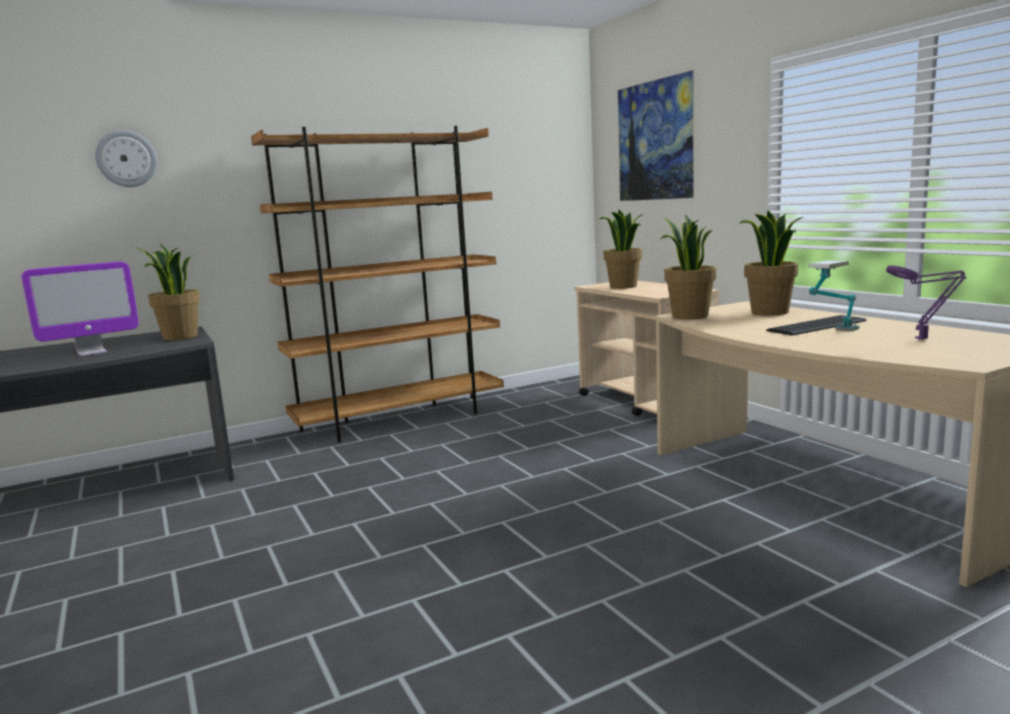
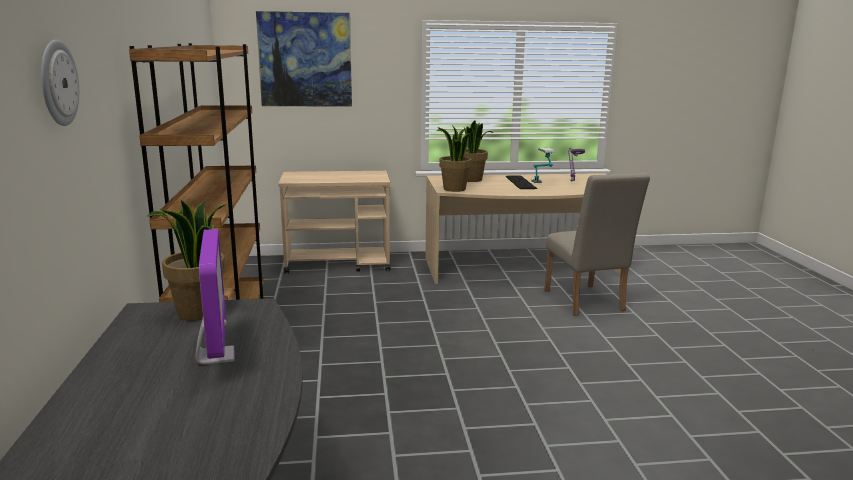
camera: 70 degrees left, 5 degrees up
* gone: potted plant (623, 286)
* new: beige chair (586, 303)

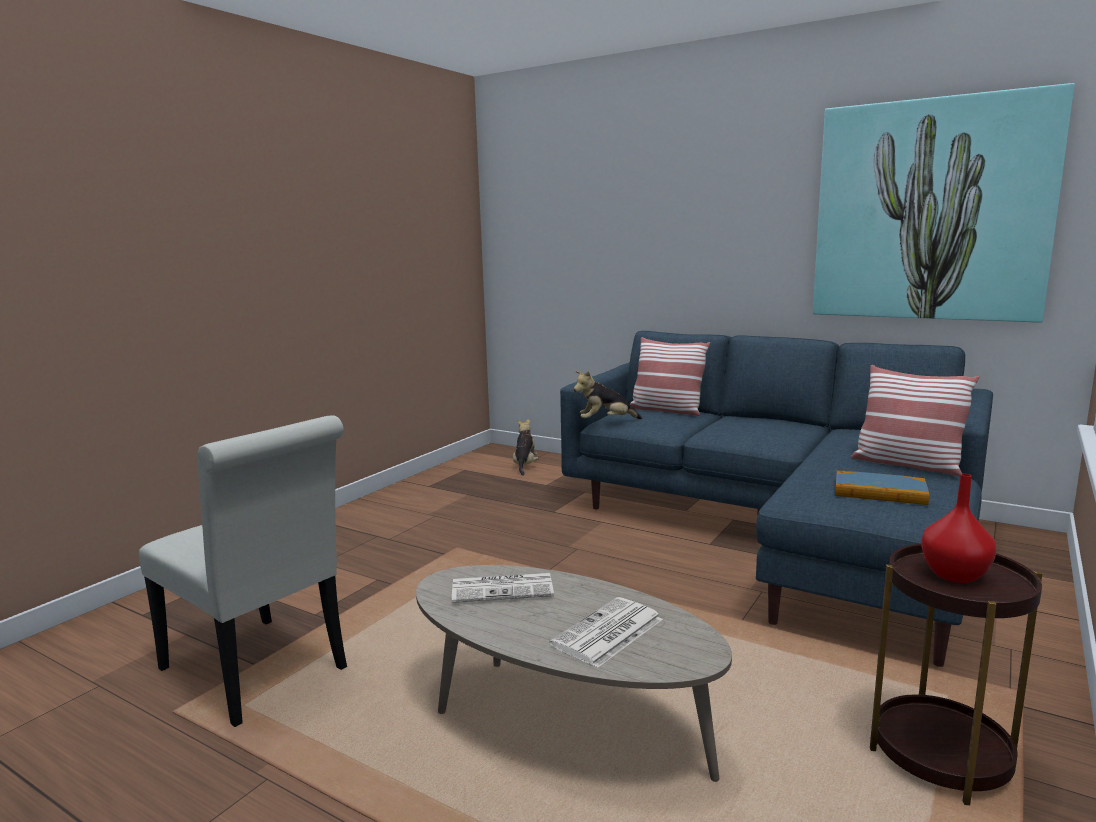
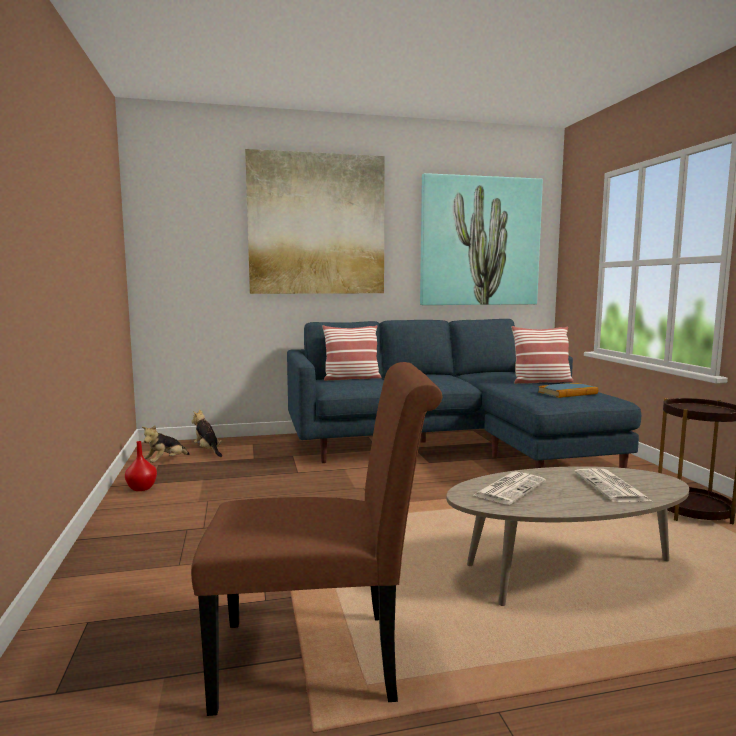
camera: 45 degrees left, 5 degrees down
* shifted: plush toy (605, 422) to (165, 462)
* repainted: white chair (260, 673) to brown chair (321, 659)
* shifted: red vase (955, 575) to (142, 488)
* new: picture (317, 225)

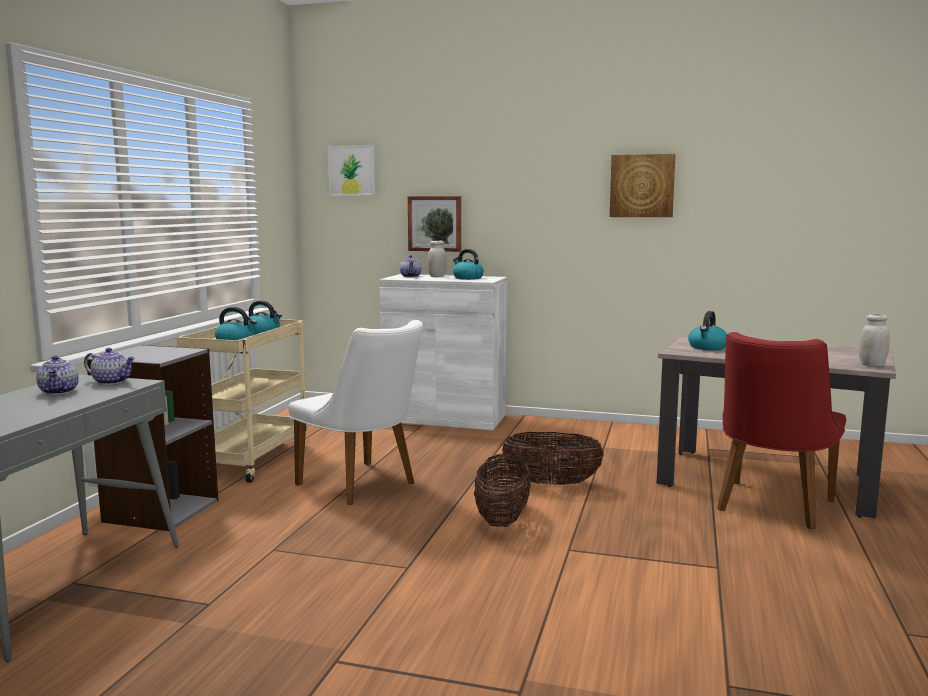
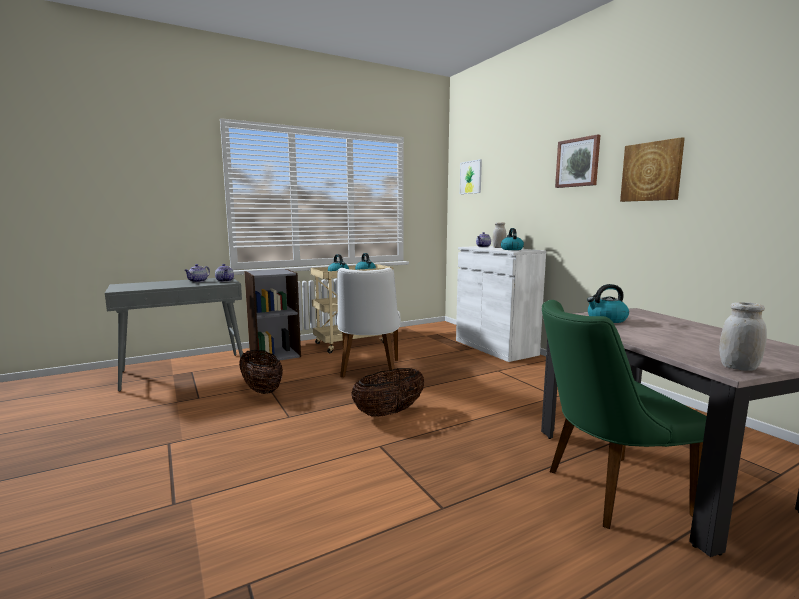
camera: 45 degrees right, 0 degrees up
* shifted: picture (435, 223) to (578, 162)
* repainted: red chair (770, 508) to green chair (604, 491)
* shifted: basket (551, 484) to (262, 390)

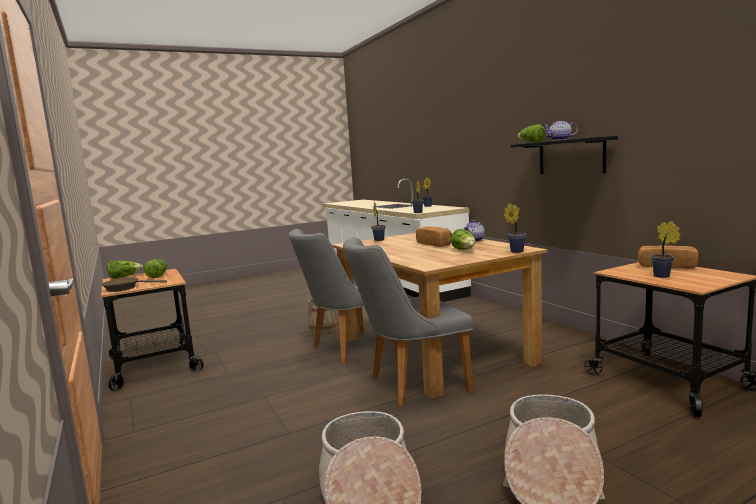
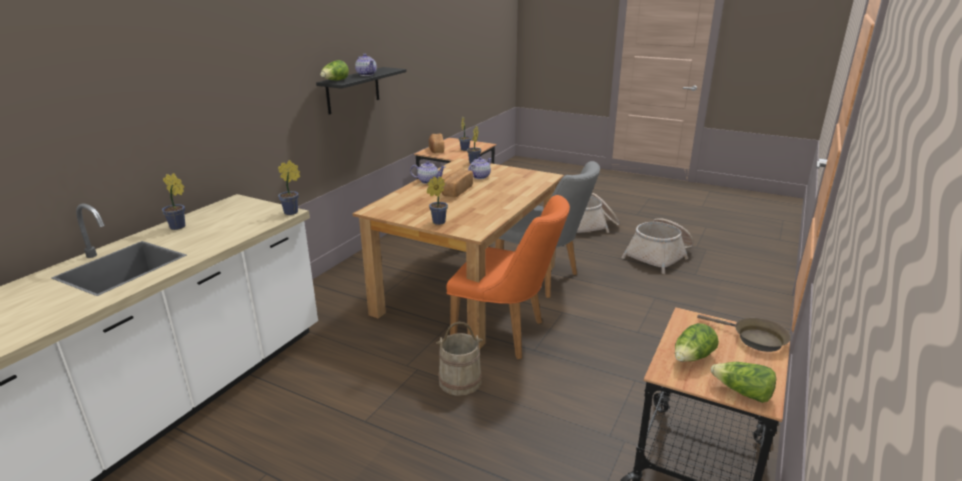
camera: 125 degrees left, 15 degrees up
* repainted: grey chair (346, 349) to orange chair (507, 334)
* swapped: lettuce (464, 250) to teapot (479, 177)

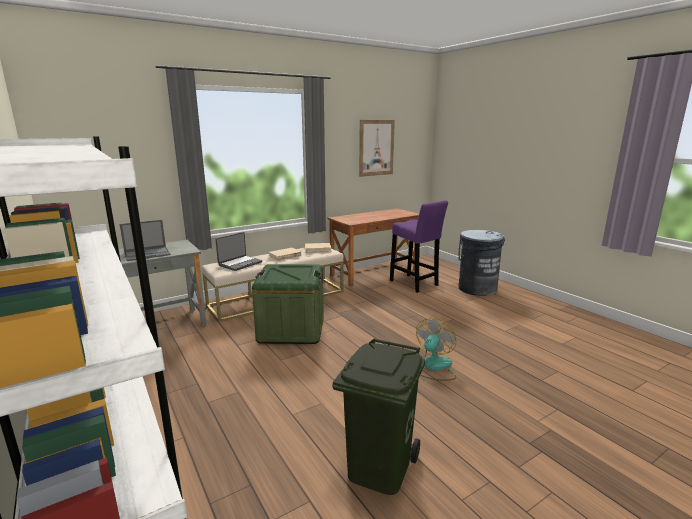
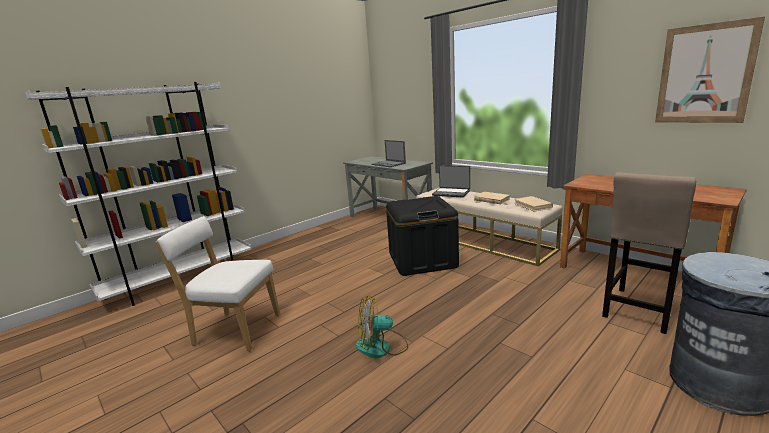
camera: 80 degrees right, 0 degrees up
* repainted: purple stool (415, 284) to beige stool (637, 311)
* repainted: green storage box (291, 329) to black storage box (422, 260)
* rotated: fan (434, 367) = (381, 347) 150 degrees clockwise
* swapped: green trash can (378, 467) to white chair (234, 330)

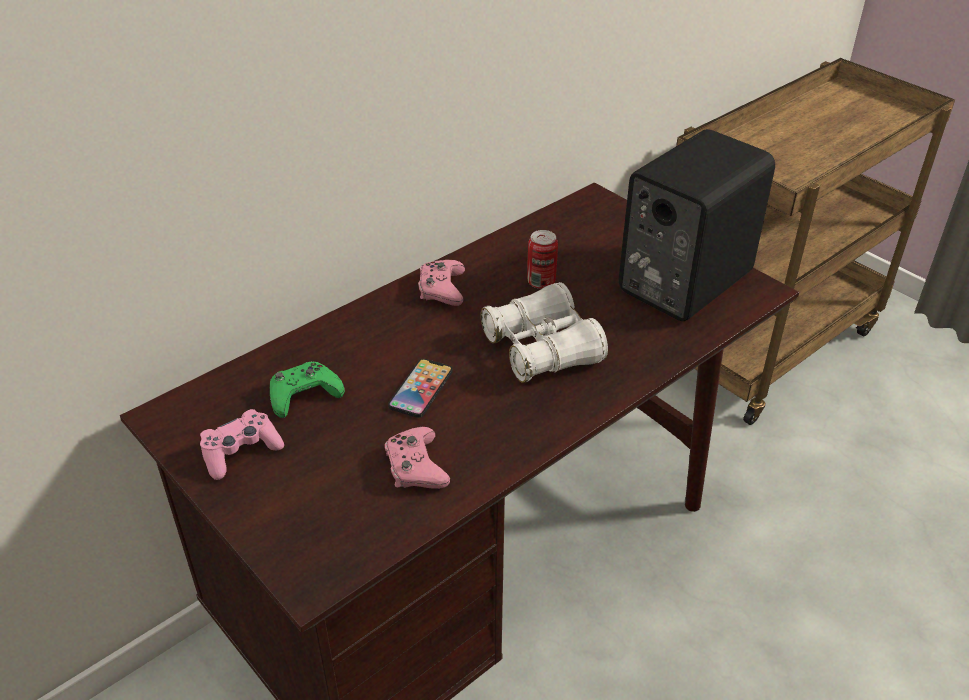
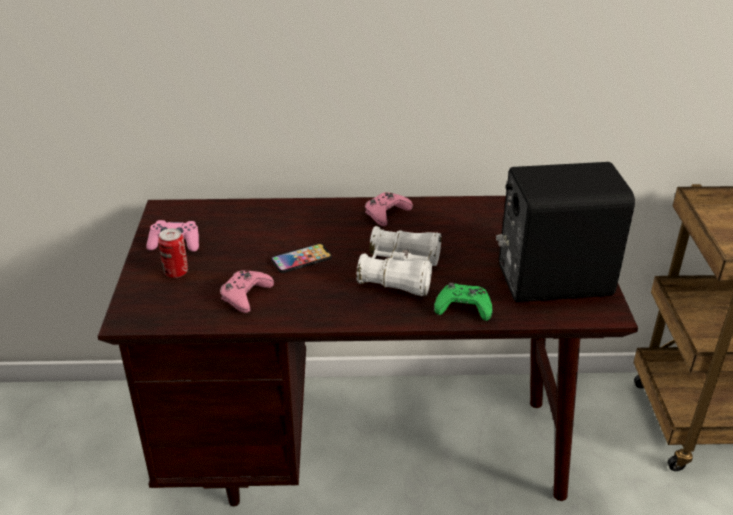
camera: 40 degrees right, 5 degrees down
* shifted: can (541, 282) to (176, 272)
* shifted: green game controller (304, 395) to (463, 307)

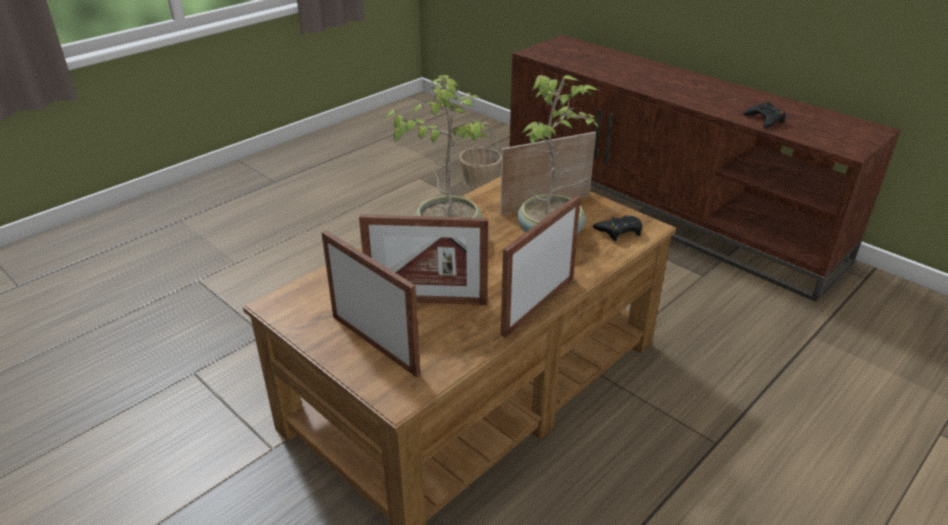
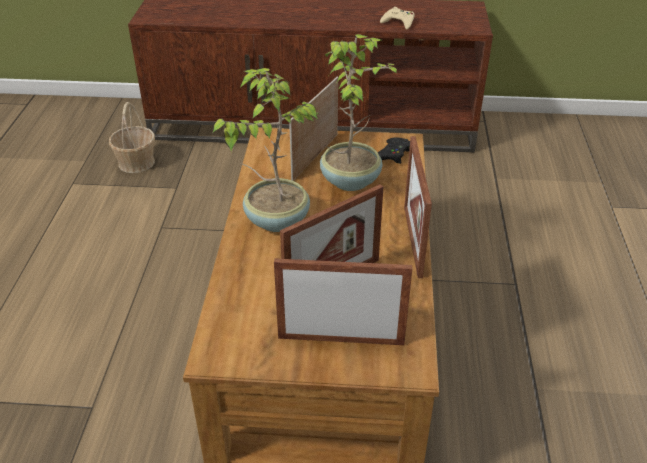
camera: 40 degrees left, 5 degrees up
* repainted: black game controller (764, 120) to beige game controller (398, 22)

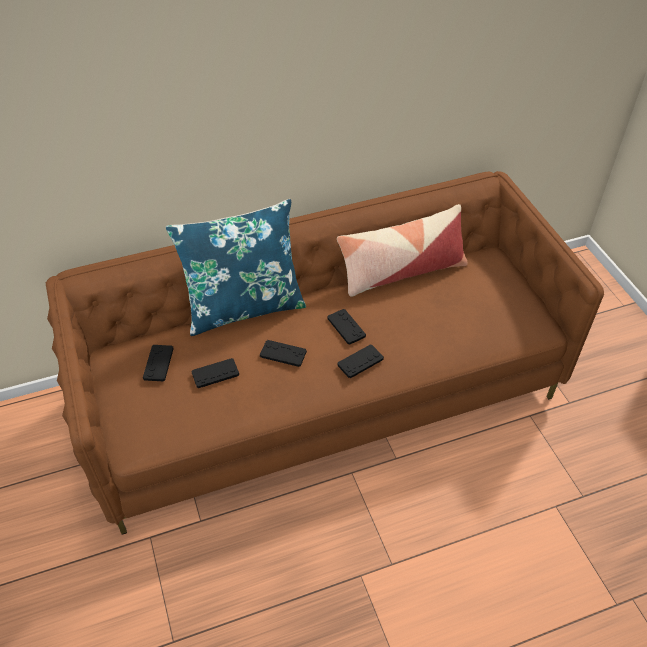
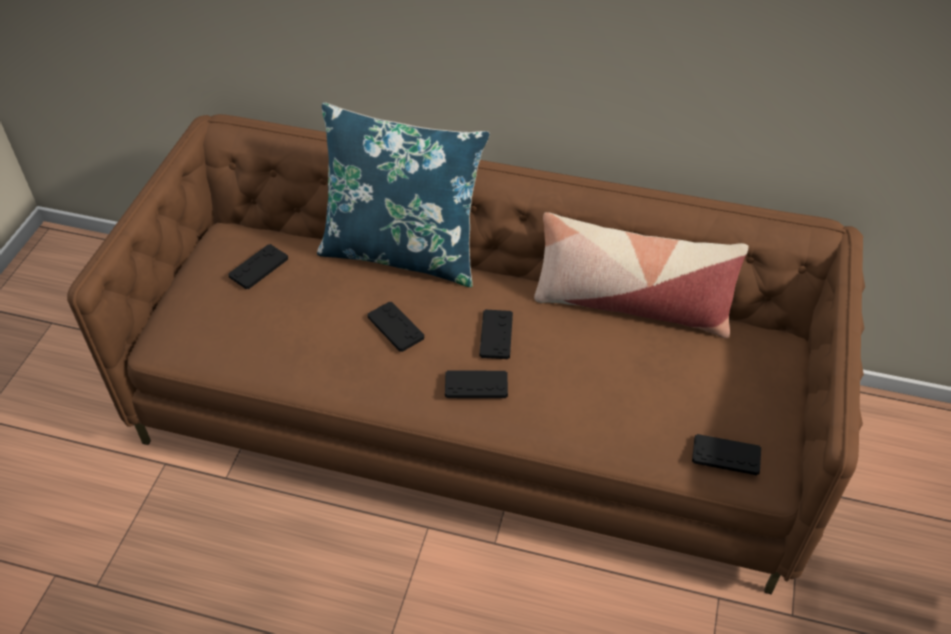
camera: 35 degrees right, 0 degrees up
* shifted: black game controller (215, 374) to (726, 455)

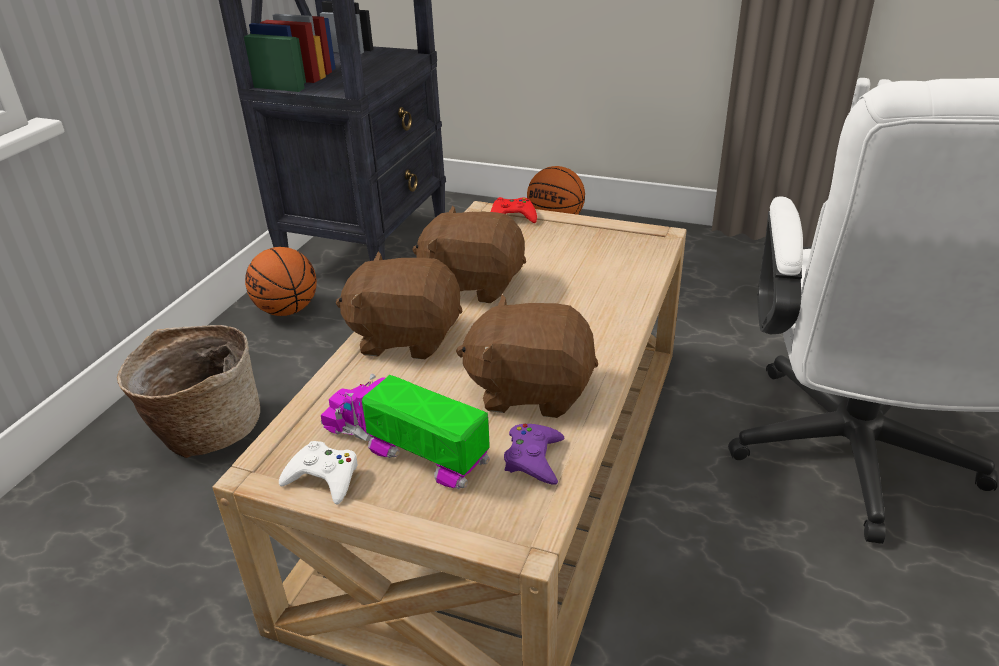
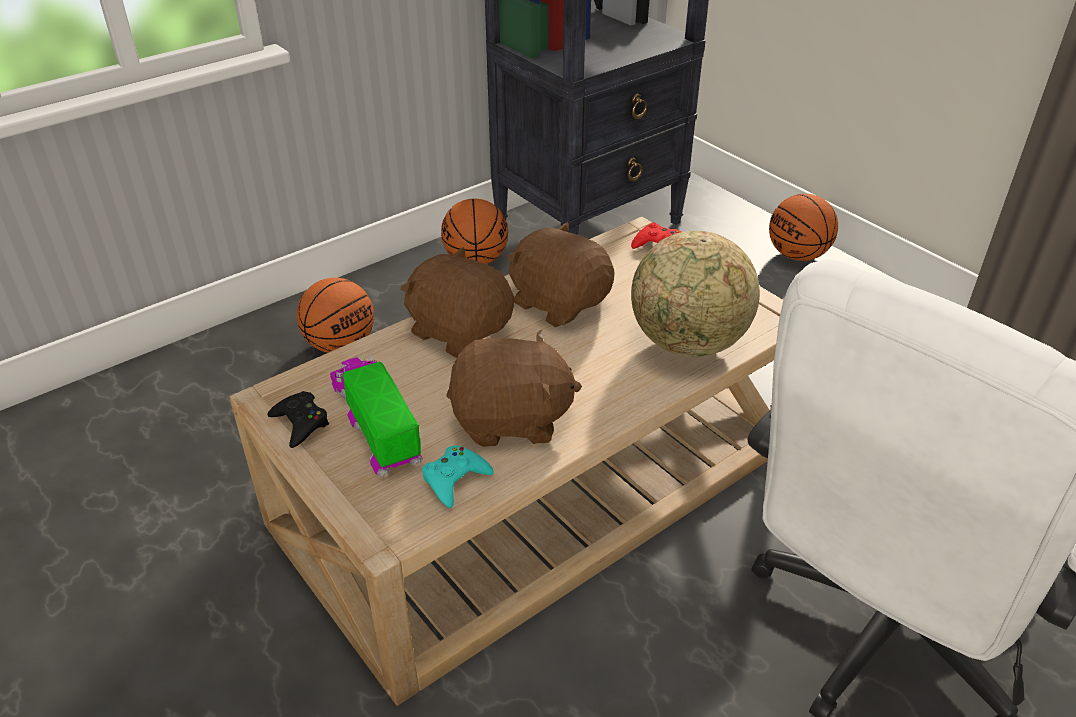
camera: 30 degrees right, 5 degrees up
* rotated: brown plush toy (530, 389) = (511, 420) 135 degrees clockwise
* swapped: basket (205, 430) to basketball (340, 345)
* repainted: purple game controller (534, 458) to turquoise game controller (455, 479)
* repainted: white game controller (324, 477) to black game controller (300, 423)
* new: globe (688, 344)

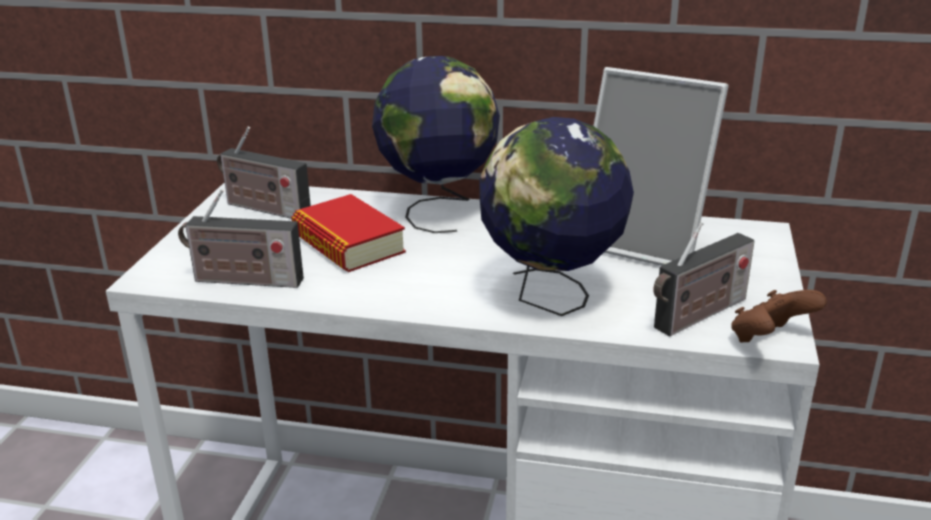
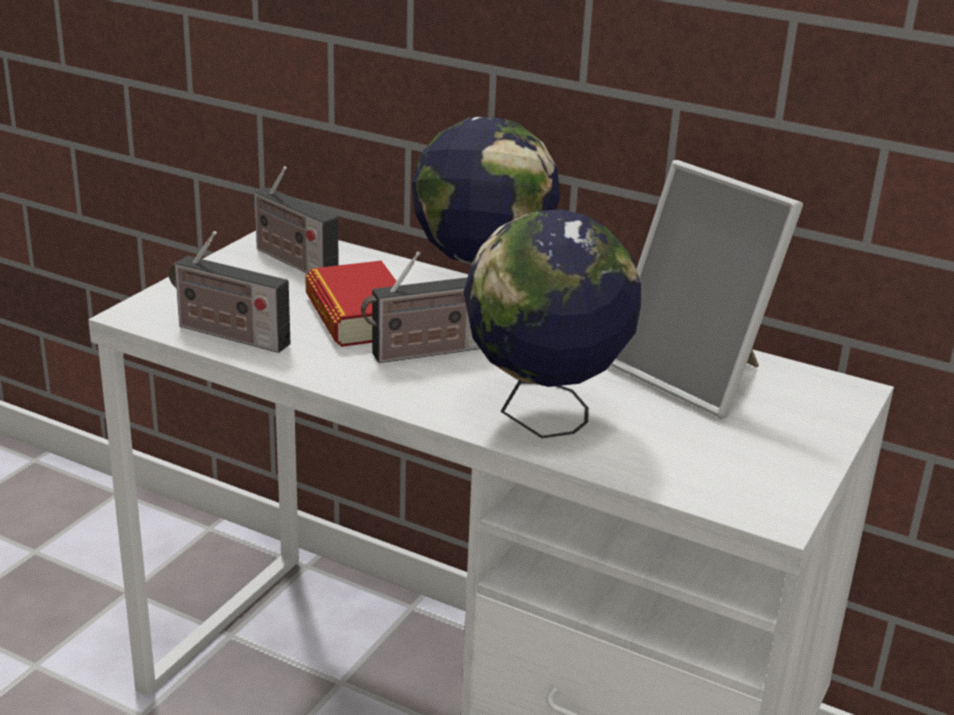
camera: 15 degrees right, 0 degrees up
* shifted: radio (698, 316) to (426, 352)
* gone: brown game controller (769, 340)

